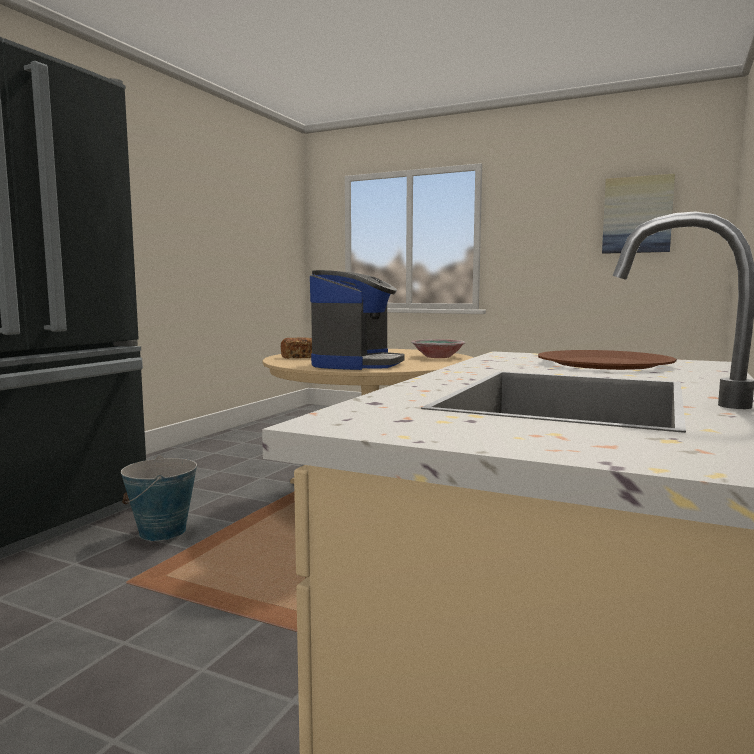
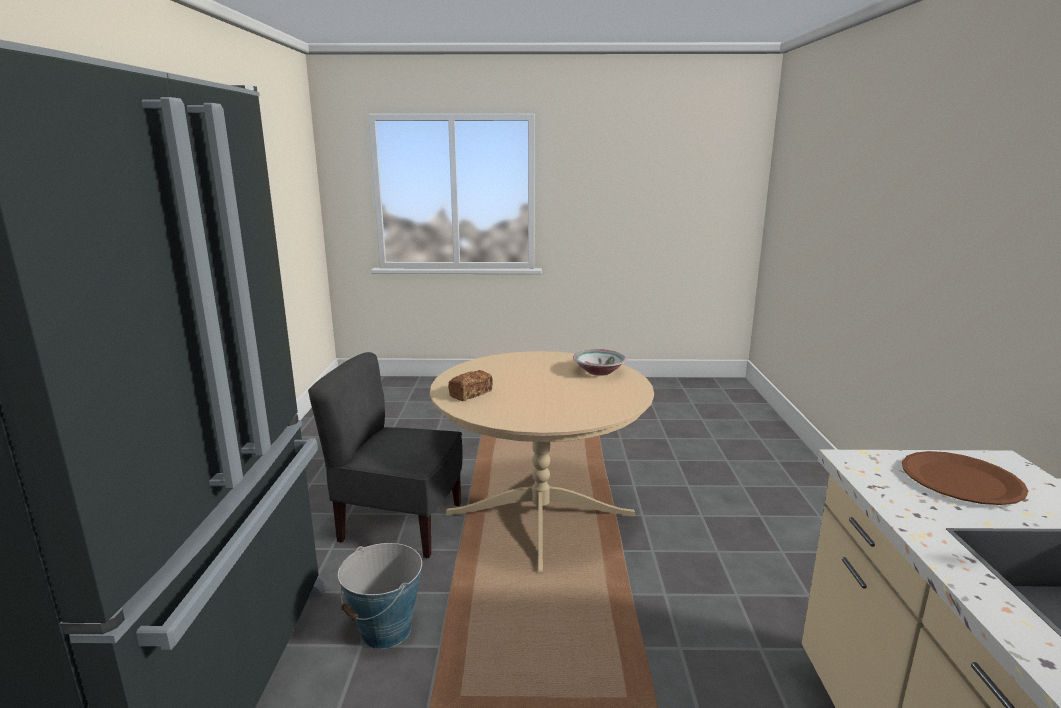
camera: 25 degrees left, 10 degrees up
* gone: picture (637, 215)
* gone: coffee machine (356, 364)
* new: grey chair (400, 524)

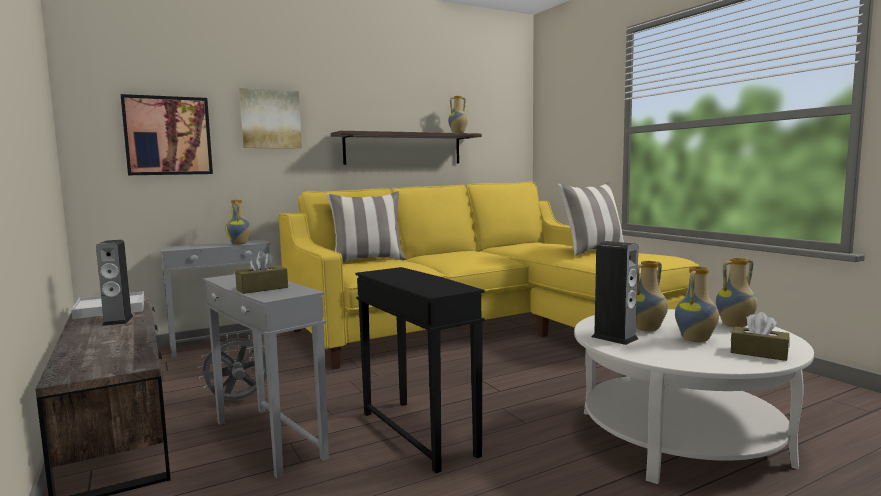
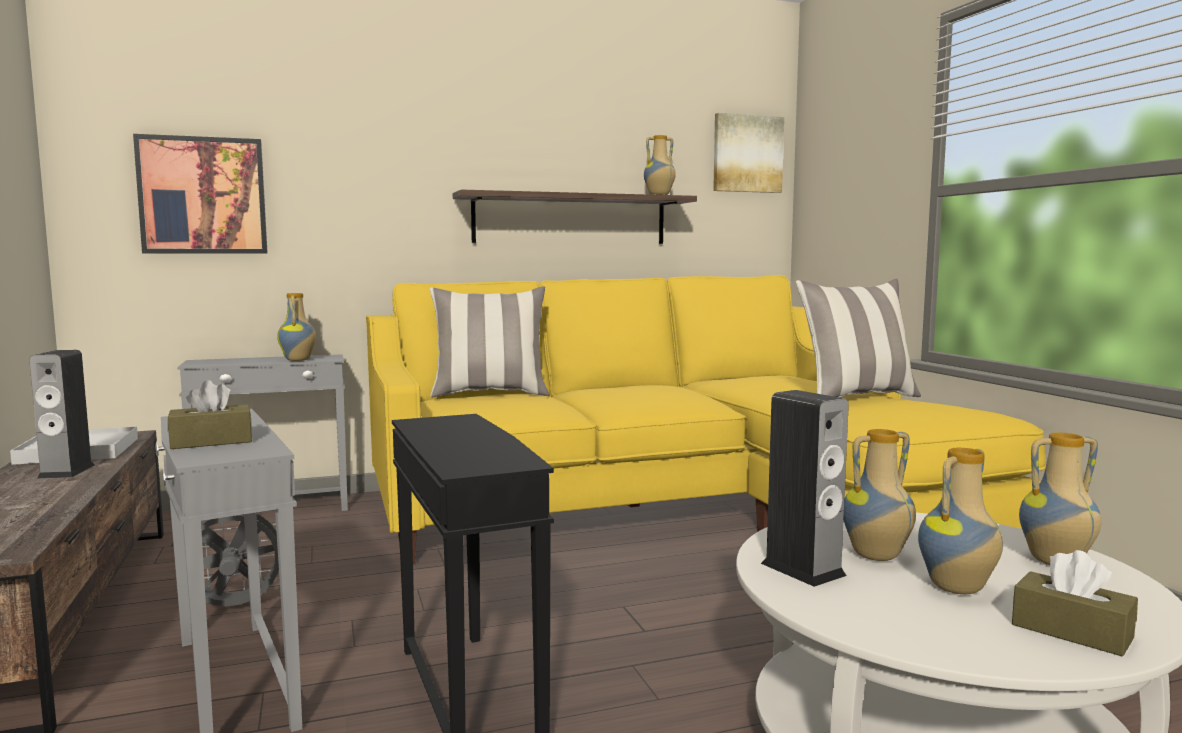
camera: 10 degrees right, 0 degrees up
* shifted: picture (270, 119) to (747, 154)

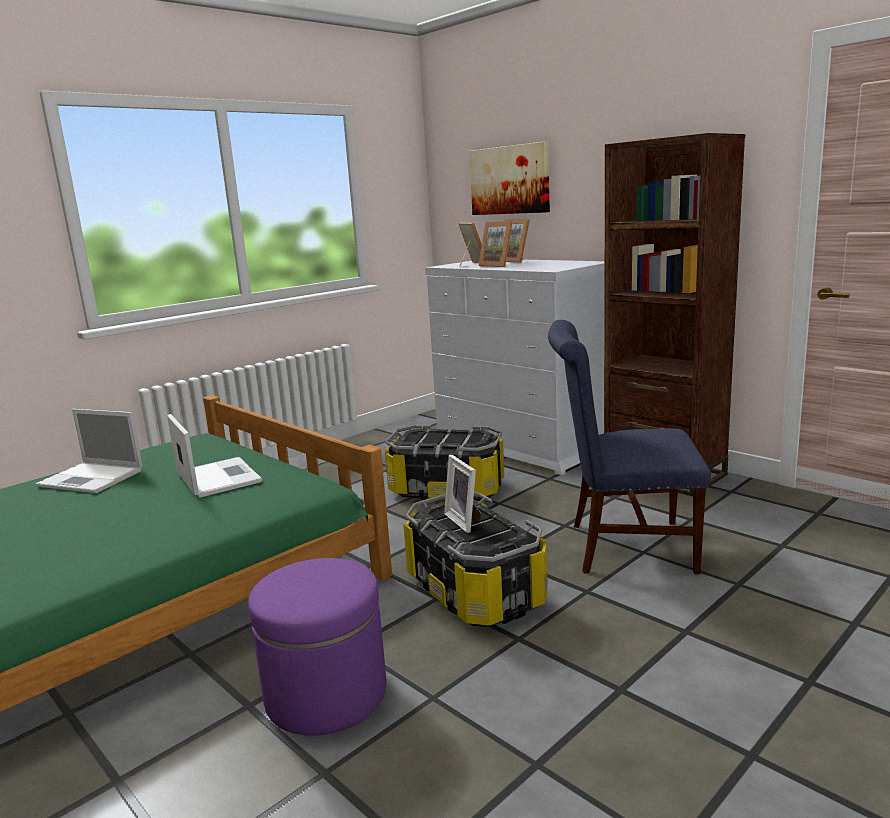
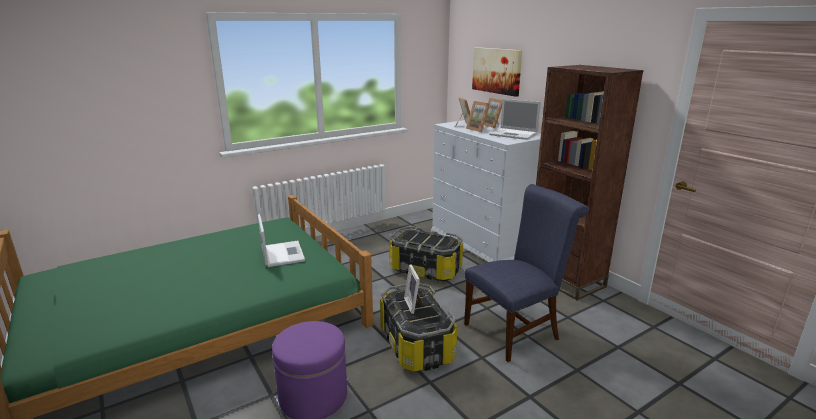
camera: 10 degrees right, 5 degrees up
* rotated: blue chair (622, 547) = (515, 330) 135 degrees clockwise
* shifted: laptop (92, 478) to (514, 134)

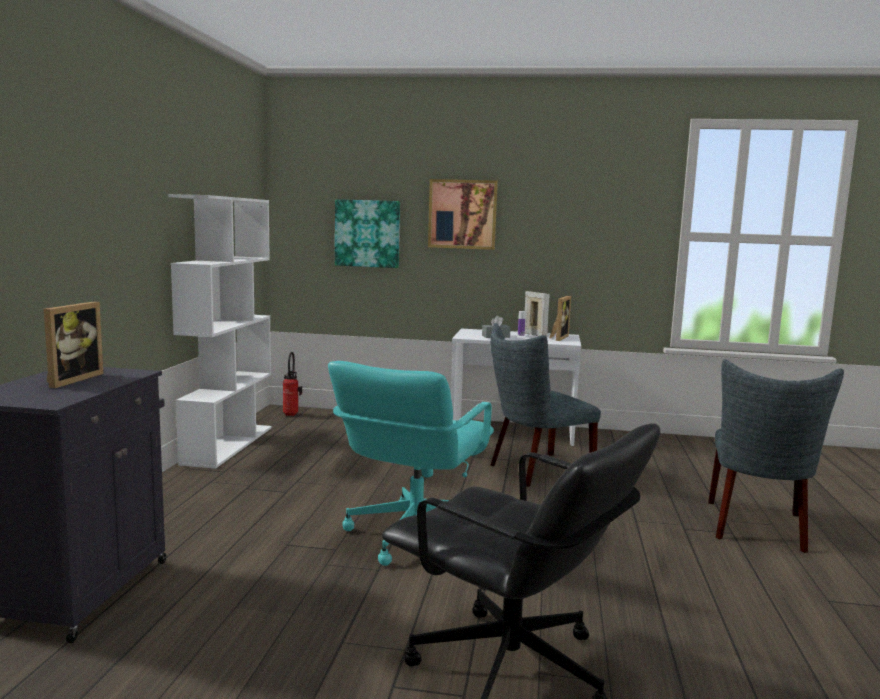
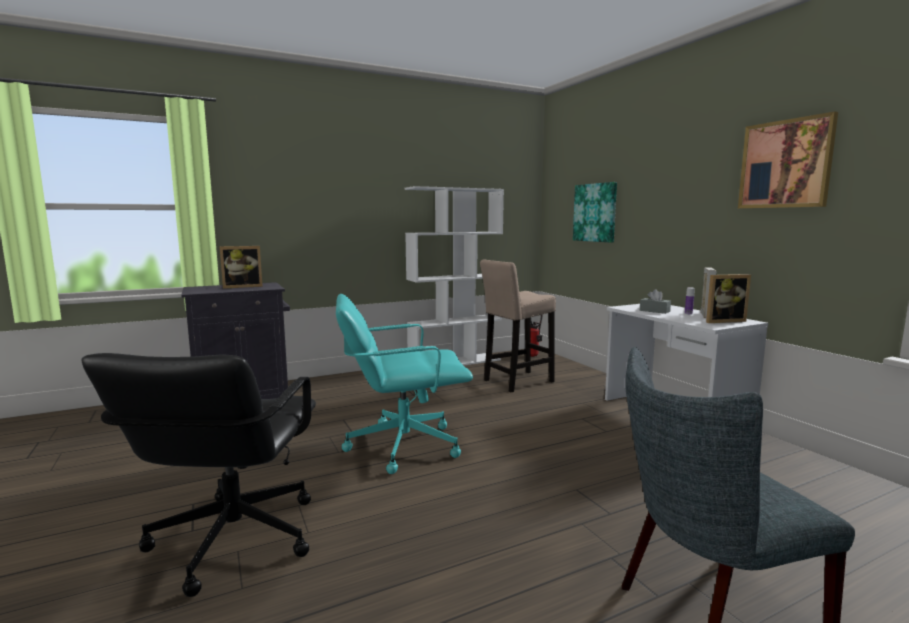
camera: 55 degrees right, 0 degrees up
* shifted: picture (462, 214) to (785, 164)
* gone: grey chair (535, 471)
* new: beige stool (516, 382)

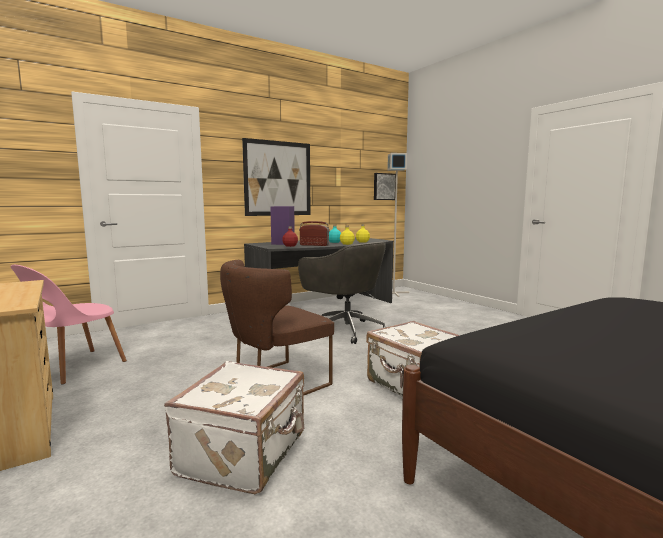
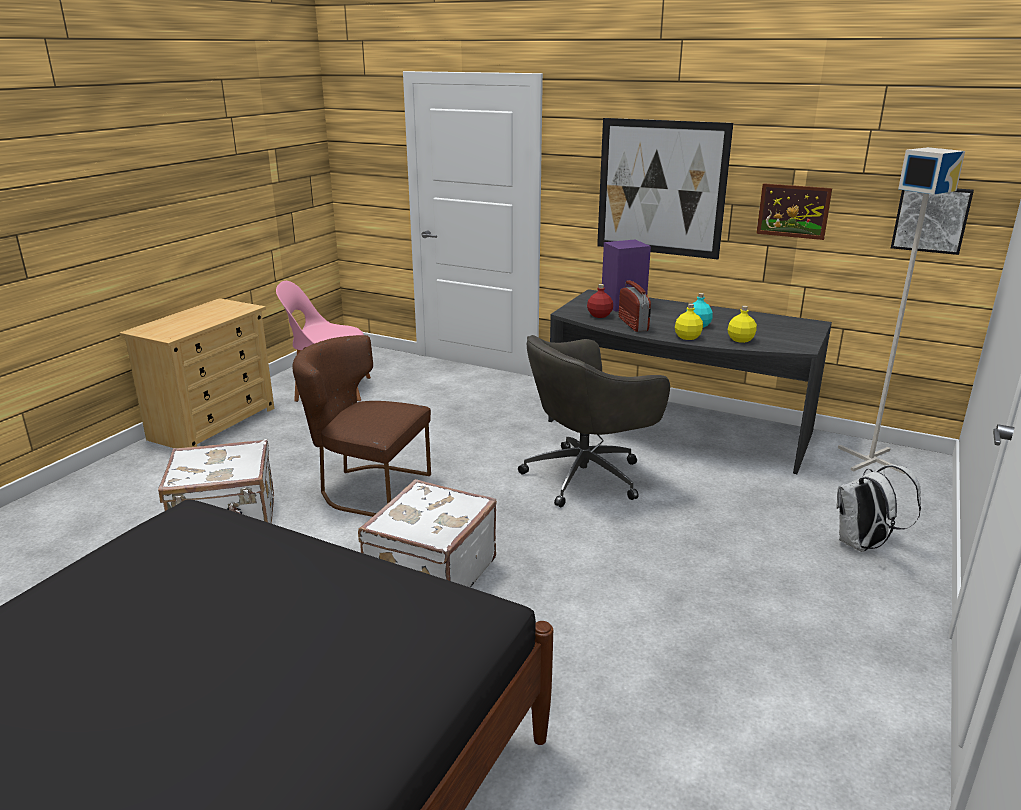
camera: 60 degrees right, 15 degrees up
* rotated: grey office chair (345, 330) = (587, 476) 45 degrees clockwise
* new: picture (793, 211)
* new: white backpack (863, 545)

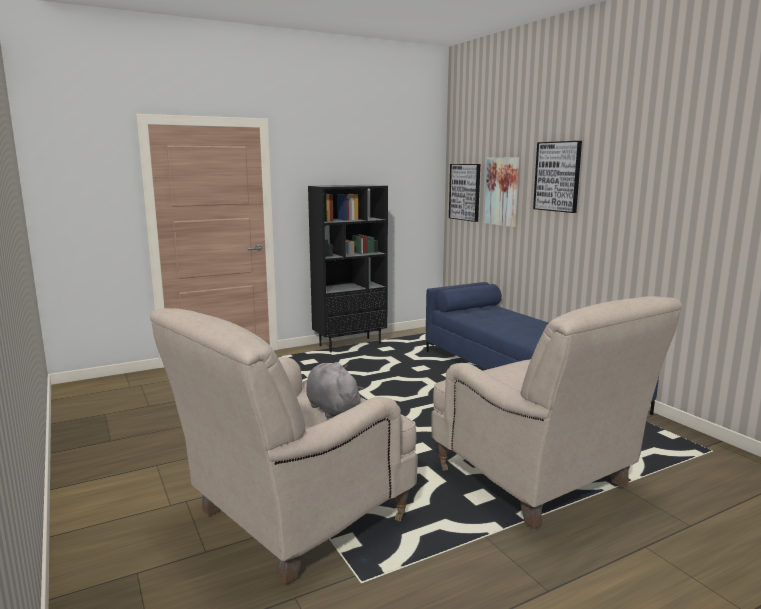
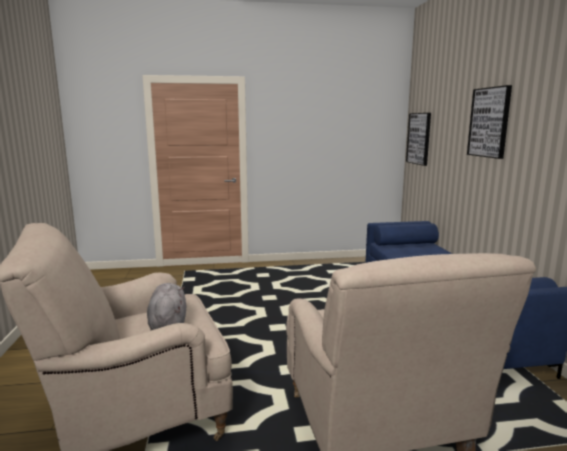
camera: 20 degrees right, 0 degrees up
* gone: picture (502, 191)
* gone: black bookcase (350, 345)

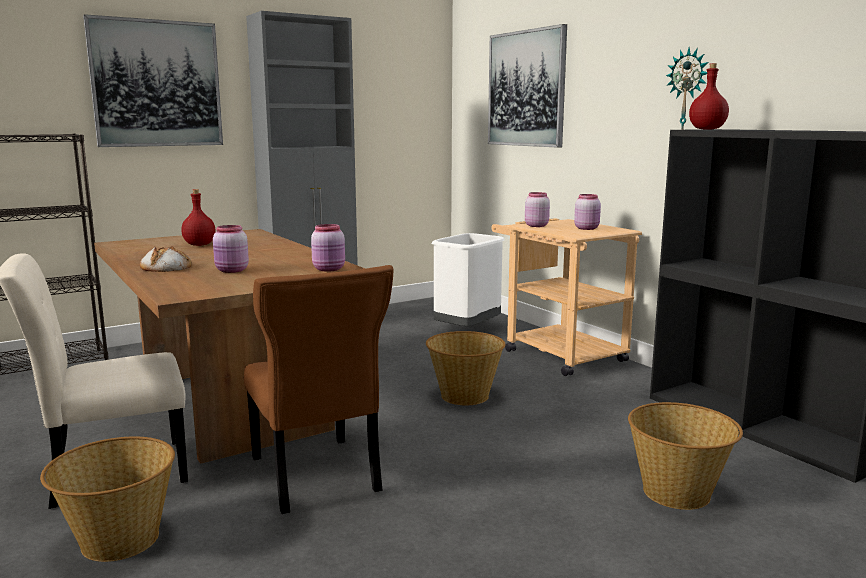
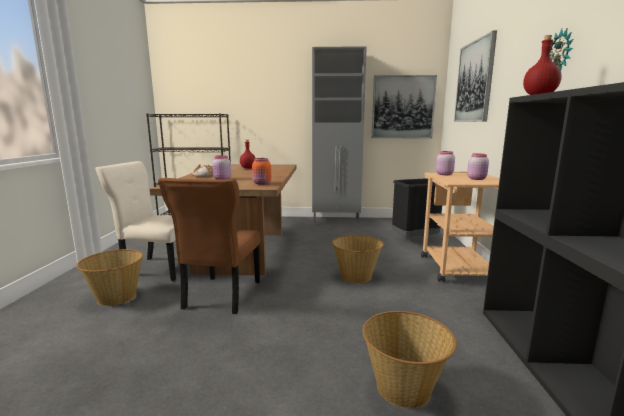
camera: 35 degrees right, 0 degrees up
* shifted: picture (156, 84) to (403, 107)
* repainted: pink jar (329, 269) to orange jar (262, 183)
* repainted: white trash can (467, 329) to black trash can (414, 239)

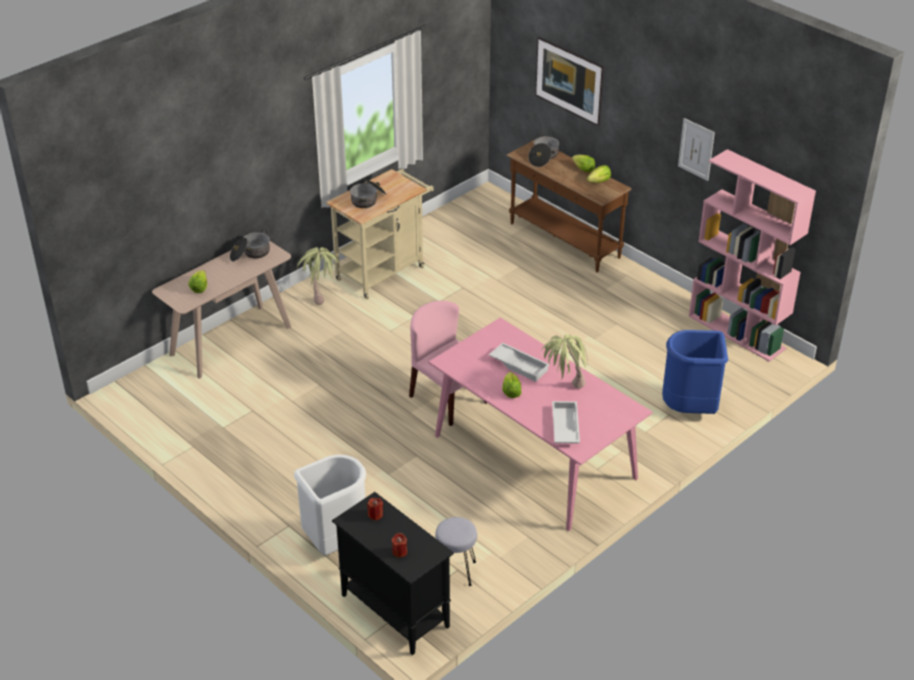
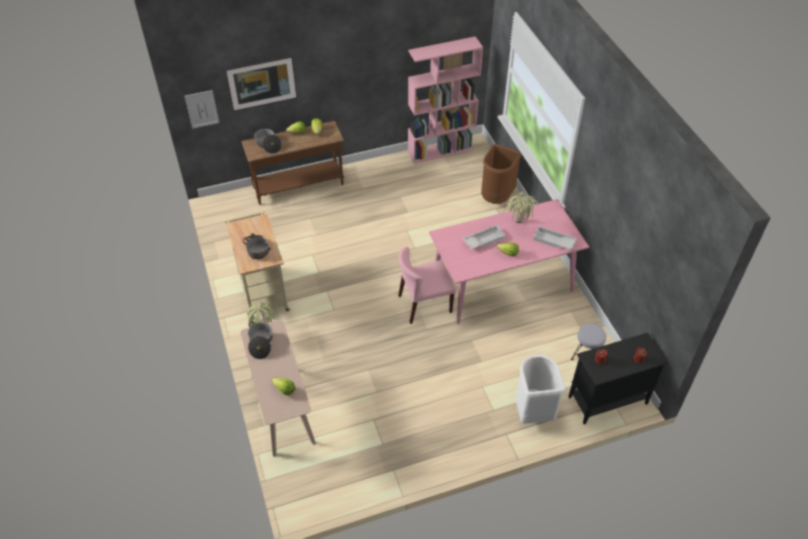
camera: 65 degrees left, 10 degrees up
* shifted: picture (696, 149) to (202, 109)
* repainted: blue trash can (690, 409) to brown trash can (496, 197)

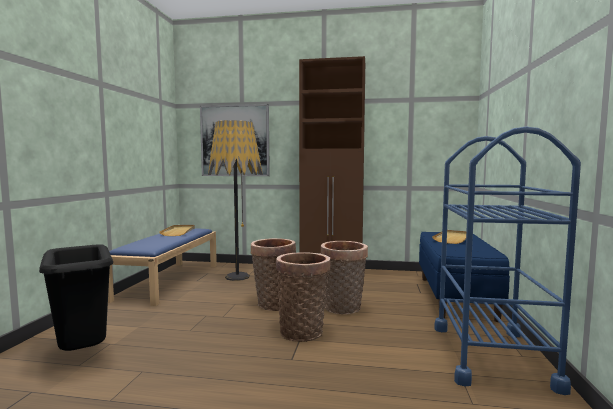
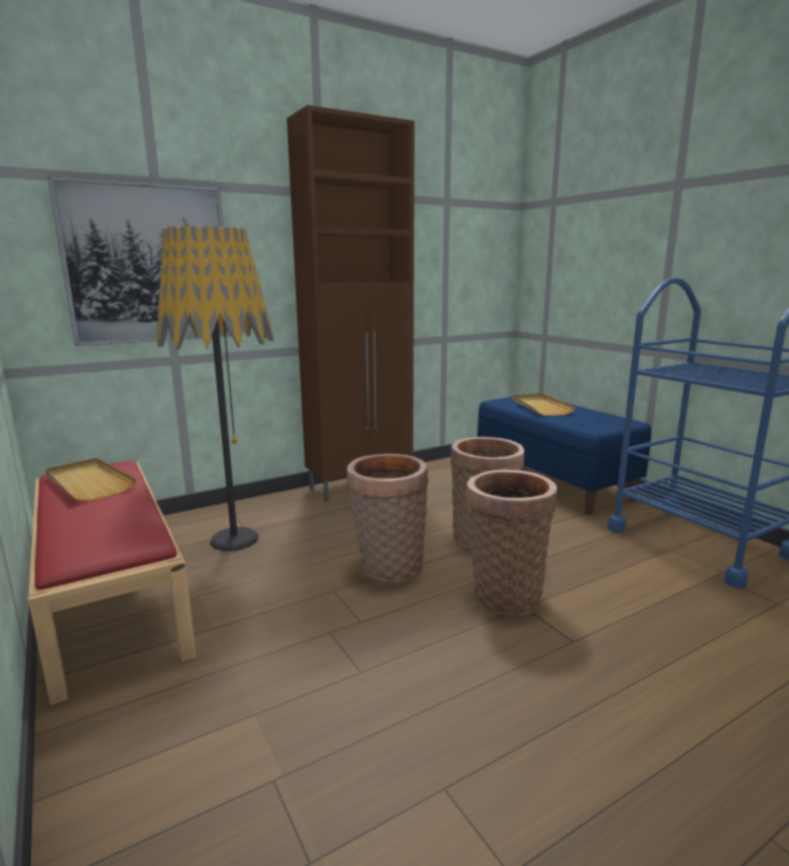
camera: 40 degrees left, 10 degrees up
* repainted: blue bench (169, 281) to red bench (109, 594)
* gone: black trash can (83, 354)

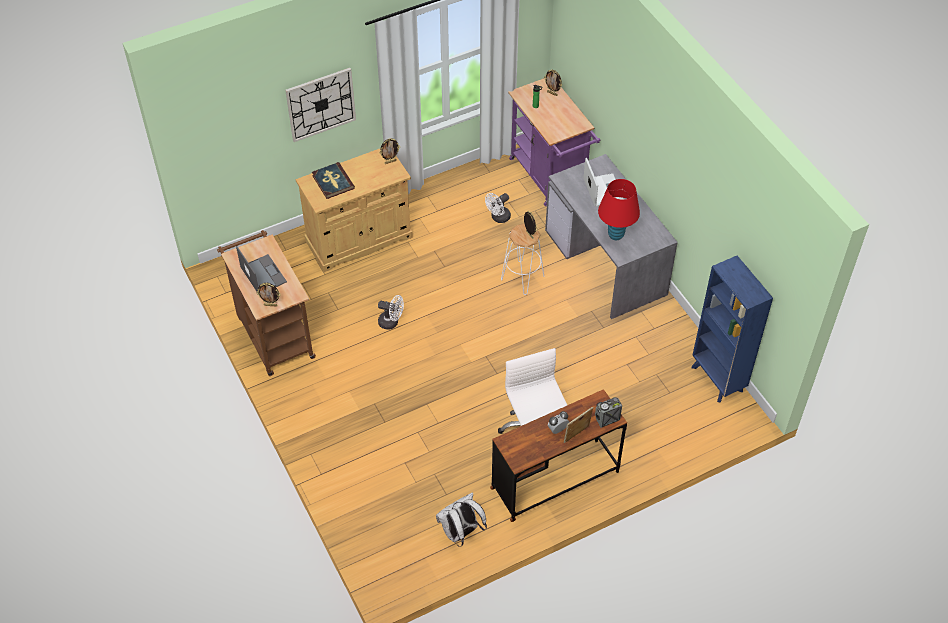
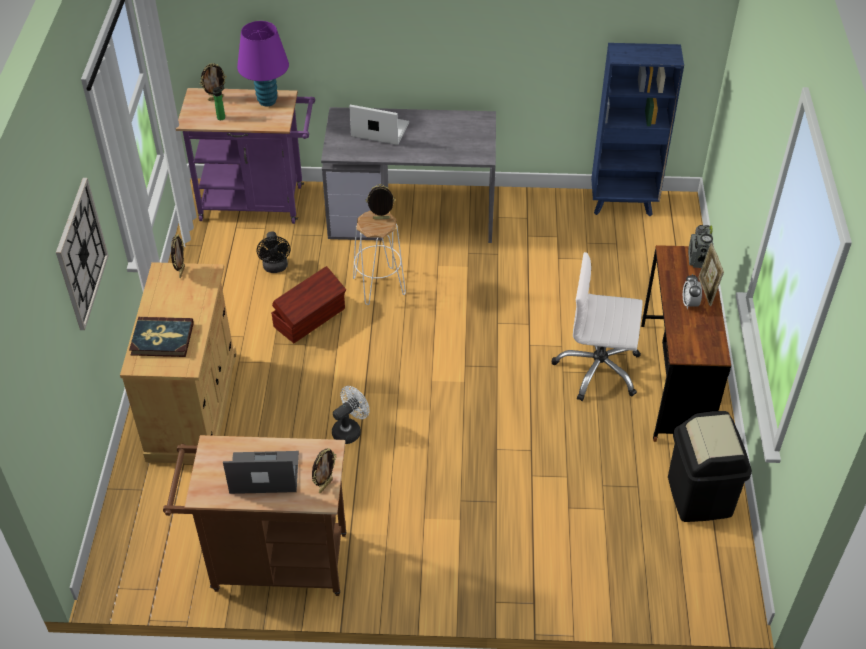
camera: 60 degrees left, 5 degrees down
* gone: red table lamp (616, 235)
* repainted: white fan (498, 218) to black fan (276, 268)
* swapped: white backpack (461, 533) to black trash can (700, 496)
* new: purple table lamp (267, 101)
* new: brown storage box (310, 318)

